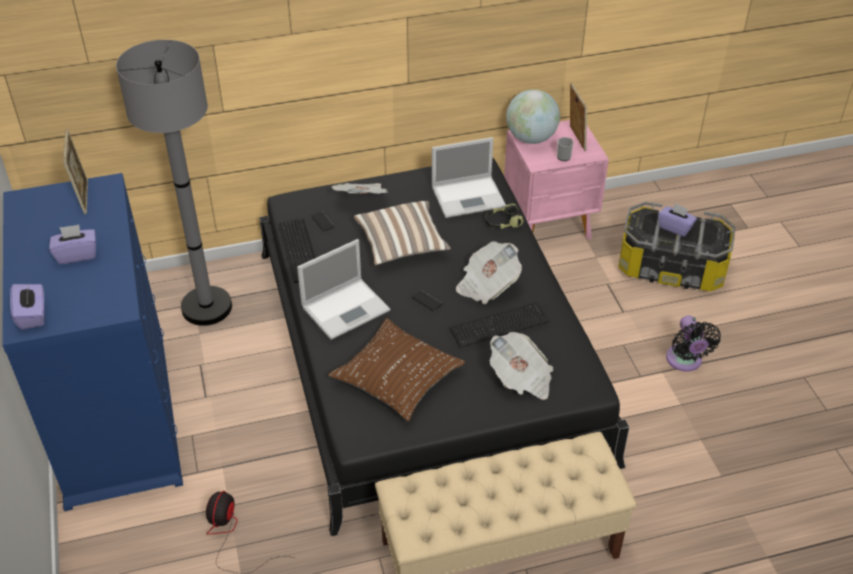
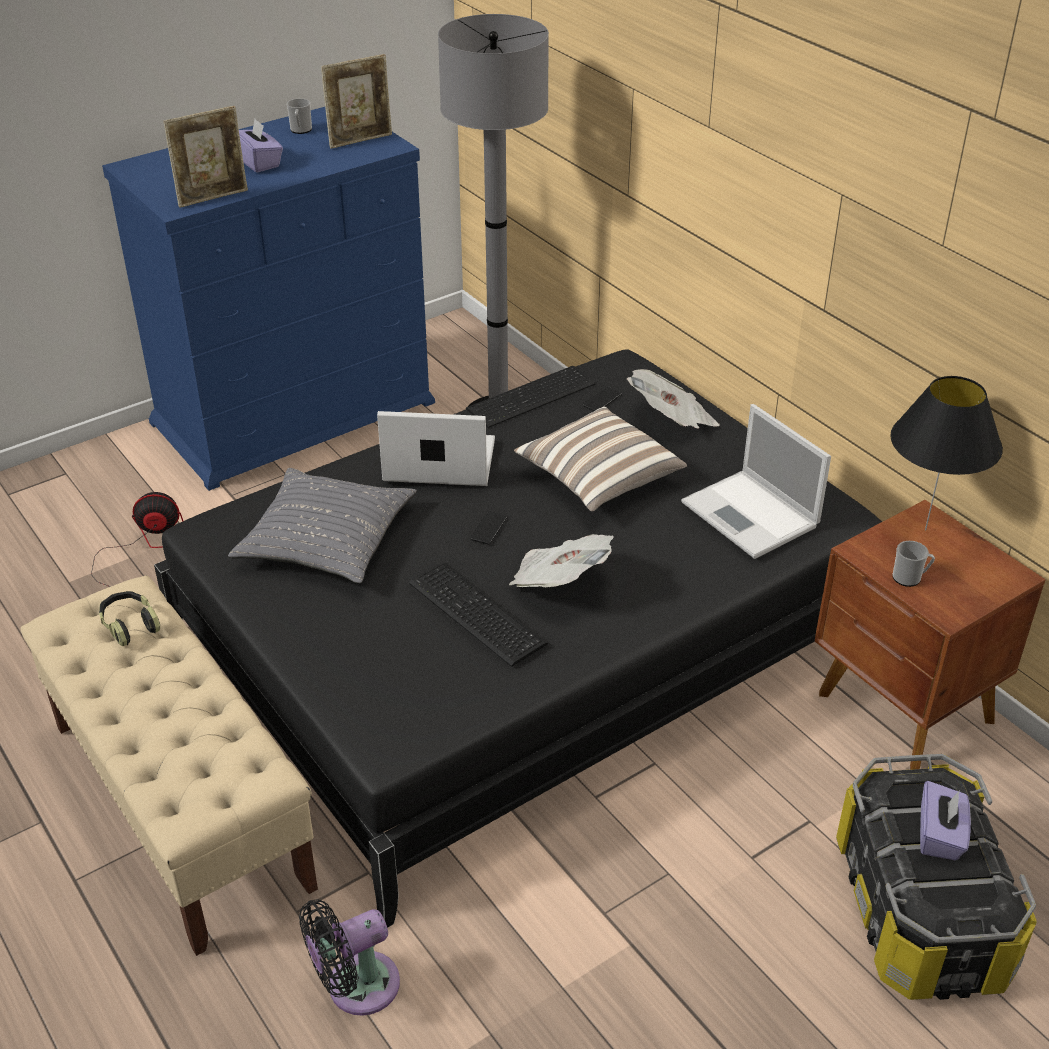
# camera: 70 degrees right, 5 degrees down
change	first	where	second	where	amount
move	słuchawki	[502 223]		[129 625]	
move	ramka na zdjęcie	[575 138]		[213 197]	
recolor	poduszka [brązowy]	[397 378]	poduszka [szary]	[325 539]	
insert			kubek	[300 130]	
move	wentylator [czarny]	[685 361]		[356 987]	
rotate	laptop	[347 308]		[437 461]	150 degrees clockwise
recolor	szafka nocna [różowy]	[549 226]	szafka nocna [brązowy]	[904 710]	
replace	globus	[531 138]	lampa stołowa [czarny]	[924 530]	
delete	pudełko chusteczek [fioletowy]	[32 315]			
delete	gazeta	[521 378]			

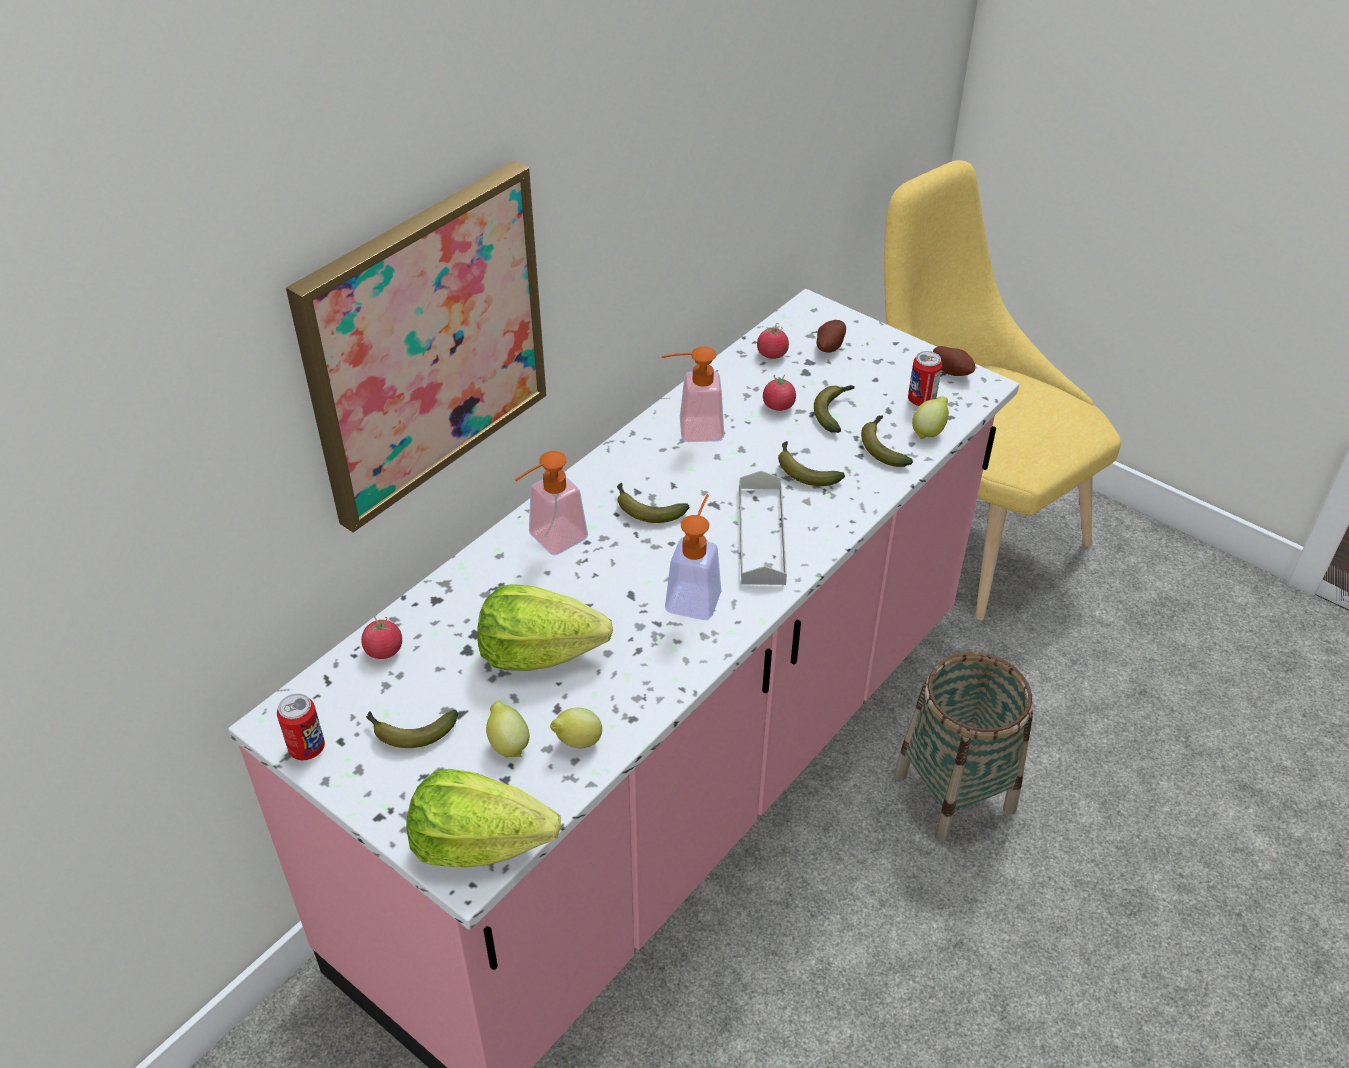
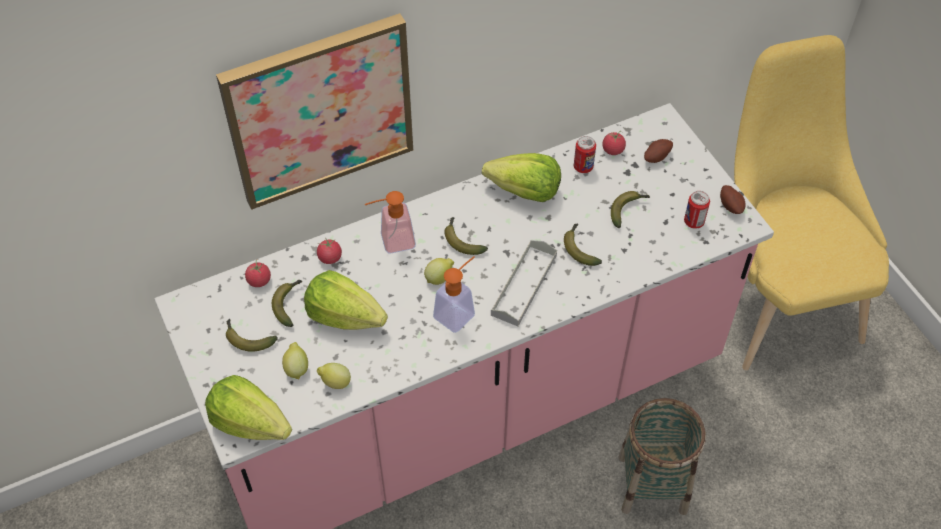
# camera: 25 degrees right, 10 degrees up
change	first	where	second	where	amount
move	banan	[882 447]		[289 304]	
move	pomidor	[778 406]		[330 258]	
move	cytryna	[929 431]		[439 278]	
replace	dozownik mydła	[692 430]	sałata	[524 192]	
move	puszka	[307 748]		[583 167]	

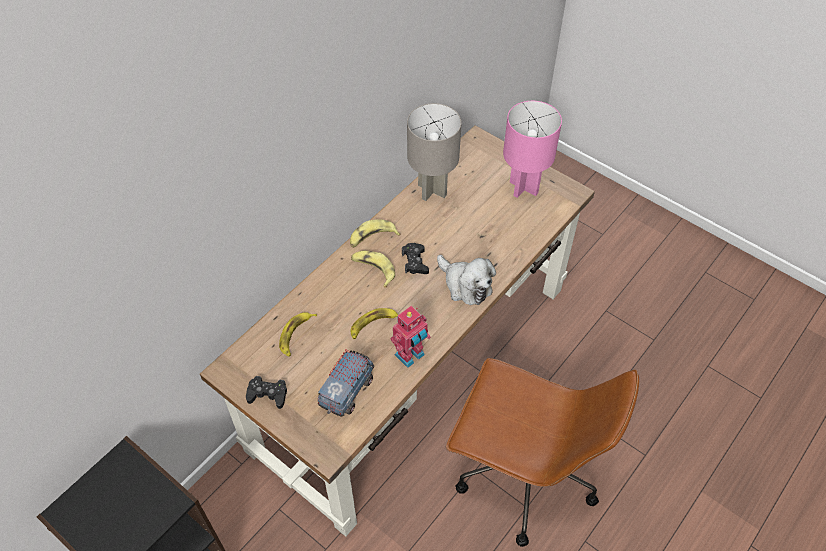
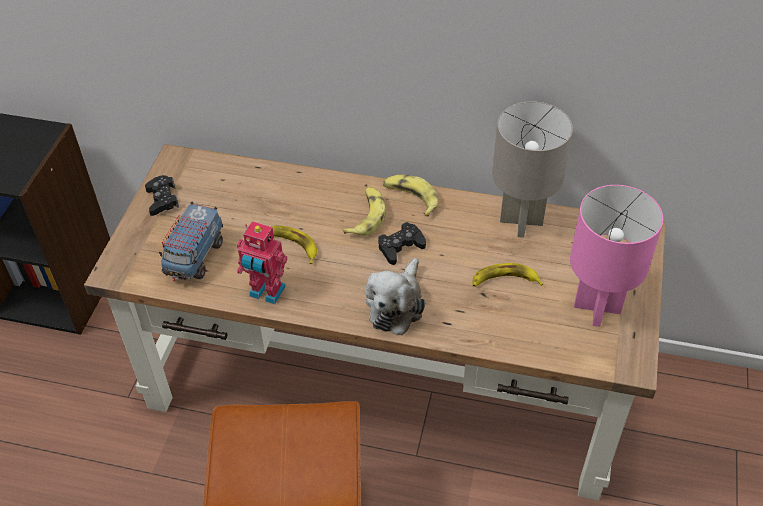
# camera: 65 degrees right, 5 degrees down
change	first	where	second	where	amount
rotate	ciężarówka zabawkowa	[347 391]		[195 257]	105 degrees clockwise
move	banan	[296 335]		[504 280]	

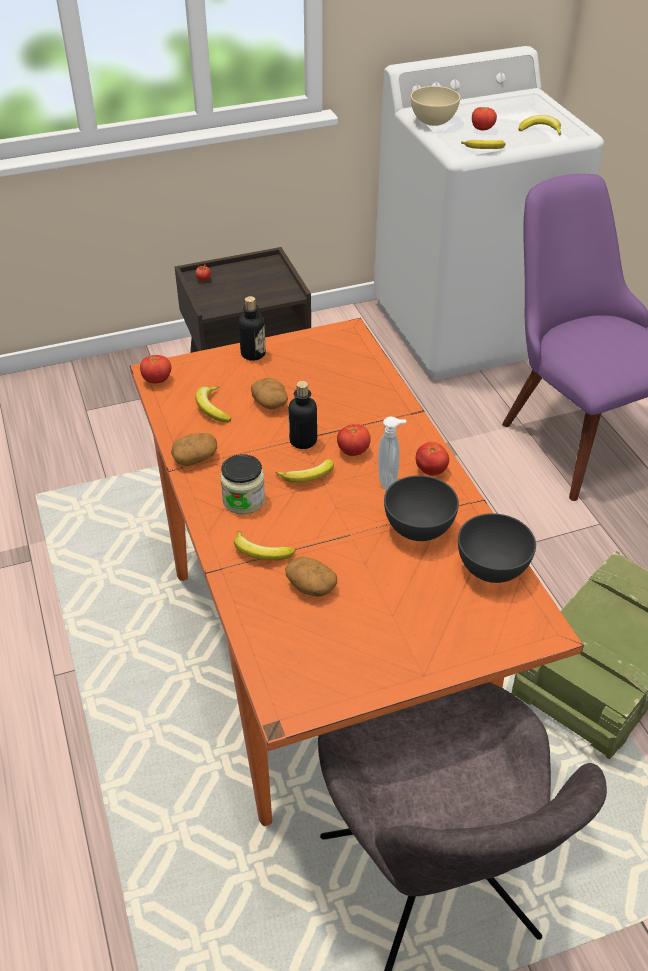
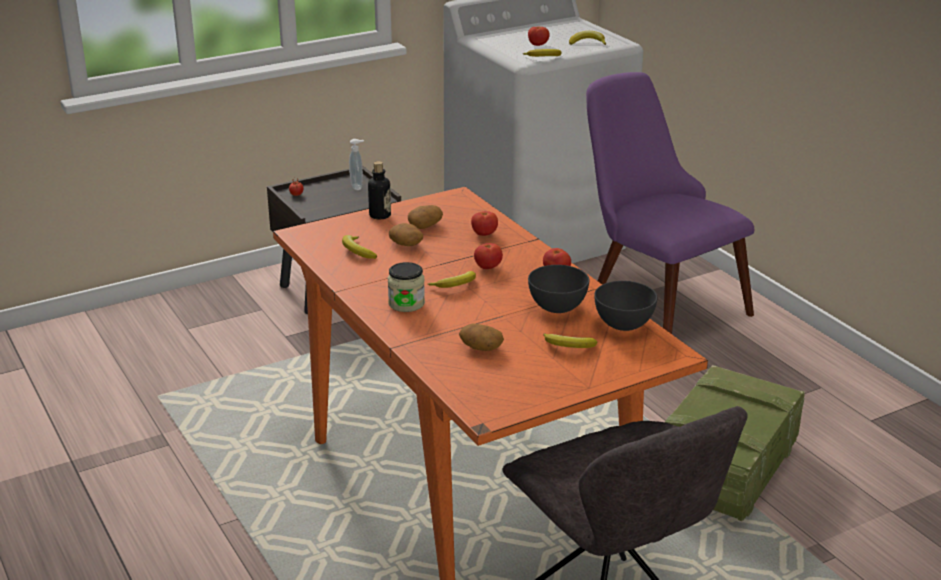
# camera: 10 degrees left, 15 degrees down
change	first	where	second	where	amount
move	dozownik mydła	[389 481]		[358 186]	
move	ziemniak	[195 458]		[425 225]	
move	pomidor	[157 380]		[484 234]	
move	banan	[261 553]		[568 346]	
delete	butelka	[303 441]			
delete	miska [beżowy]	[433 122]			

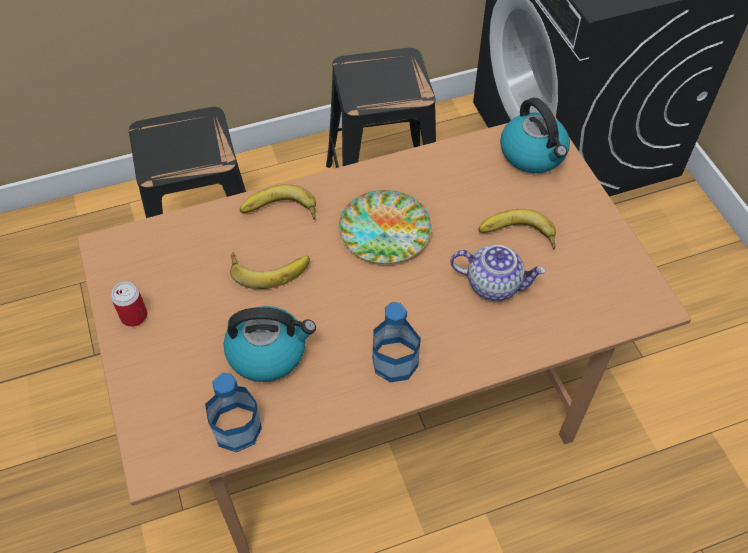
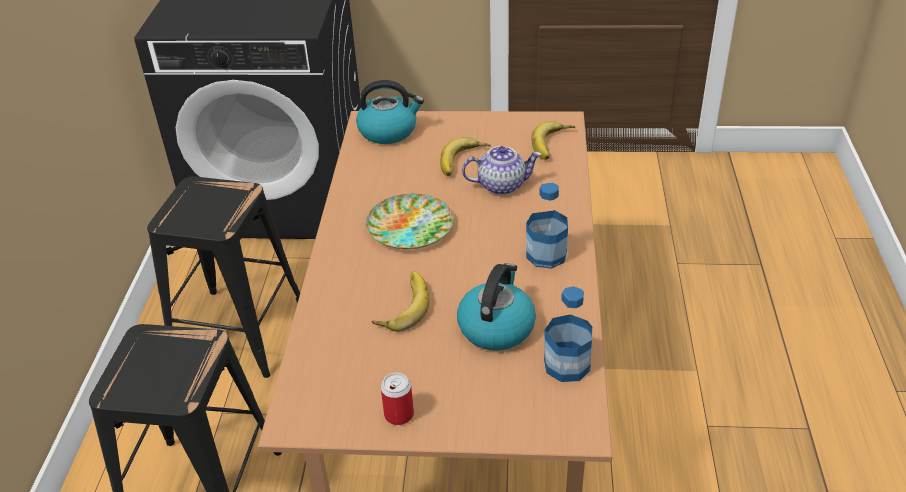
# camera: 65 degrees left, 15 degrees down
change	first	where	second	where	amount
rotate	imbryk	[494 284]		[502 185]	45 degrees clockwise
move	banan	[279 212]		[554 145]	

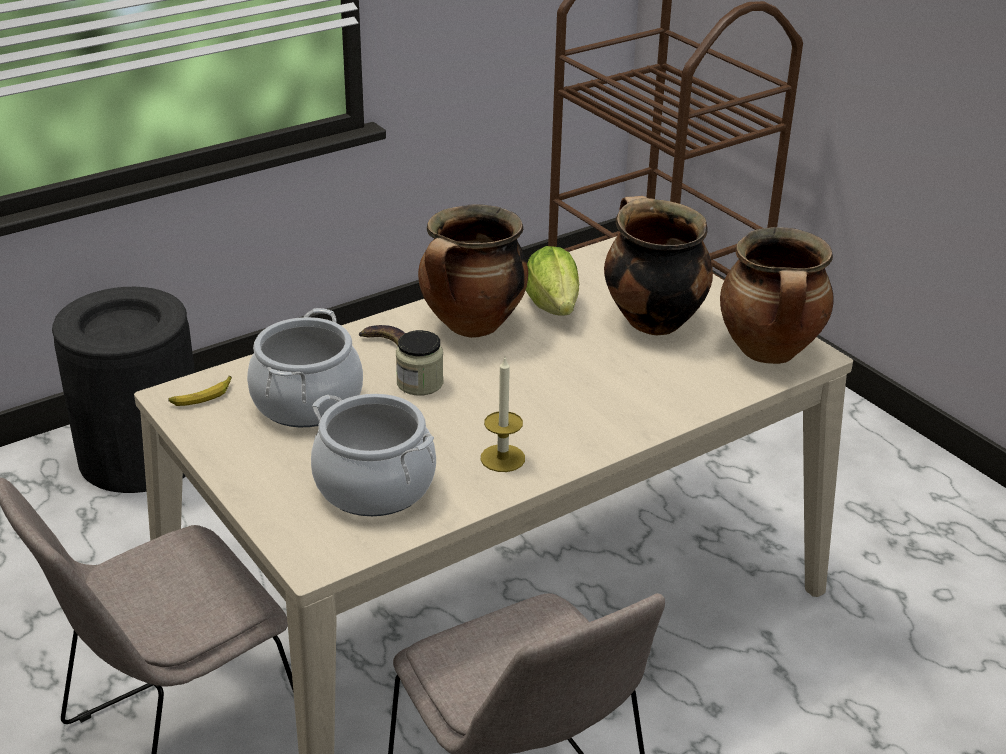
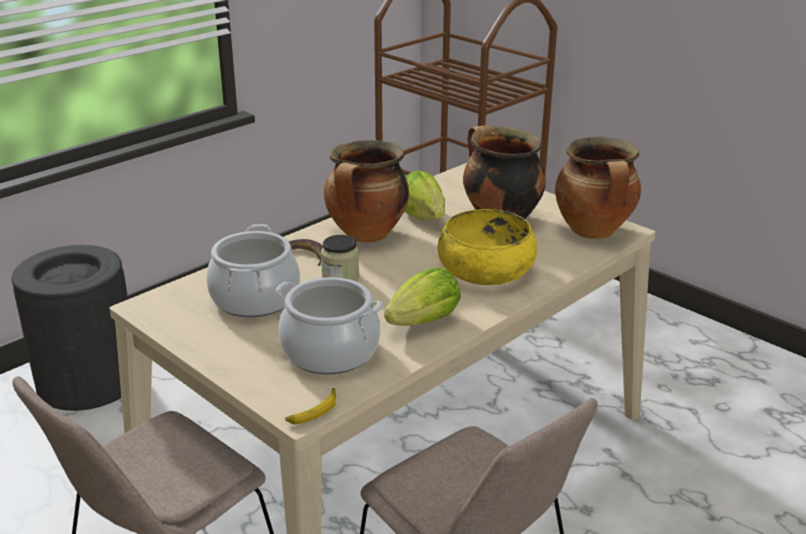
# camera: 10 degrees left, 5 degrees down
change	first	where	second	where	amount
move	banan	[202 396]		[313 411]	
replace	świeca	[502 458]	sałata	[424 322]	
insert			miska [żółty]	[486 270]	

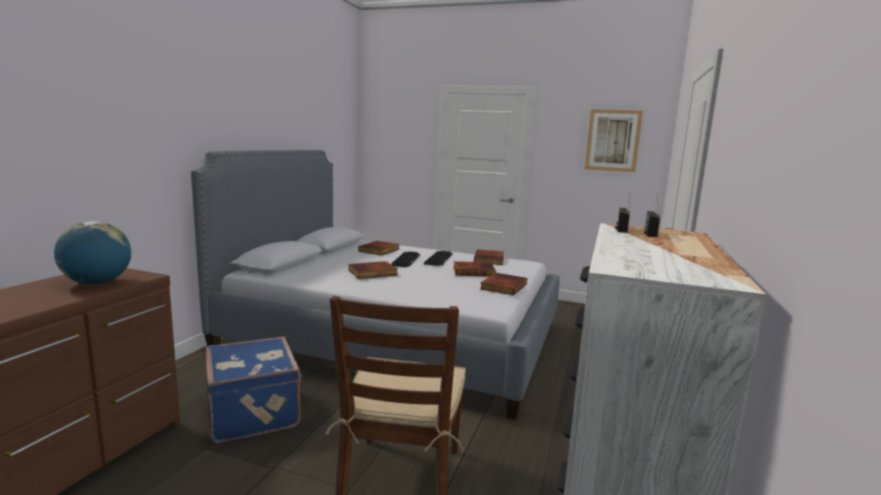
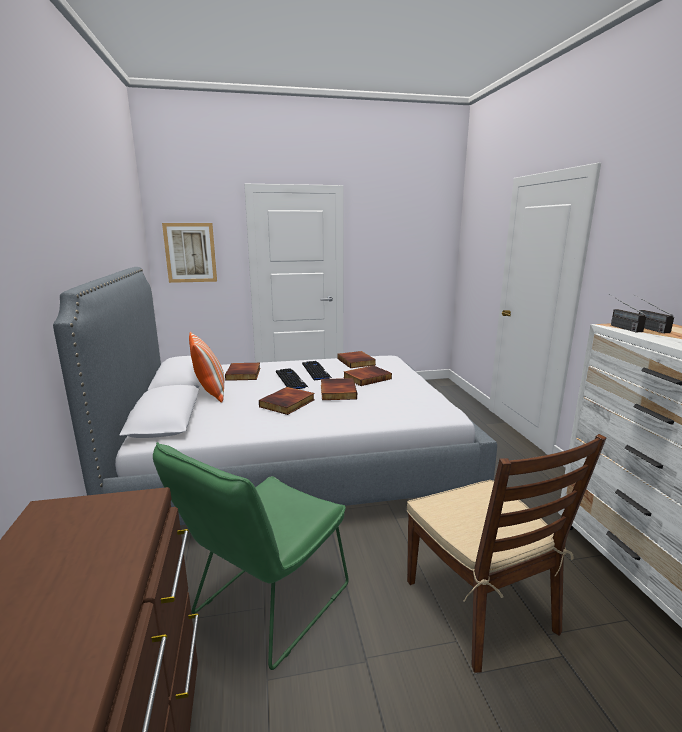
# camera: 30 degrees left, 5 degrees up
change	first	where	second	where	amount
replace	walizka [niebieski]	[255 412]	krzesło [zielony]	[265 606]	
move	obraz	[612 140]		[190 253]	
insert			poduszka	[210 393]	
move	książka	[503 286]		[337 391]	
delete	globus	[97 283]			

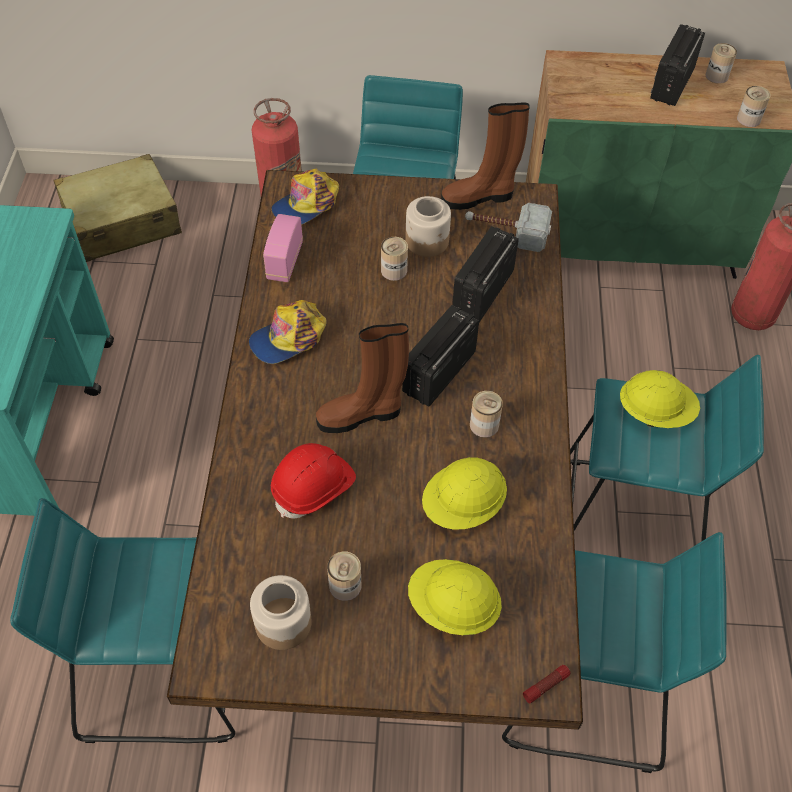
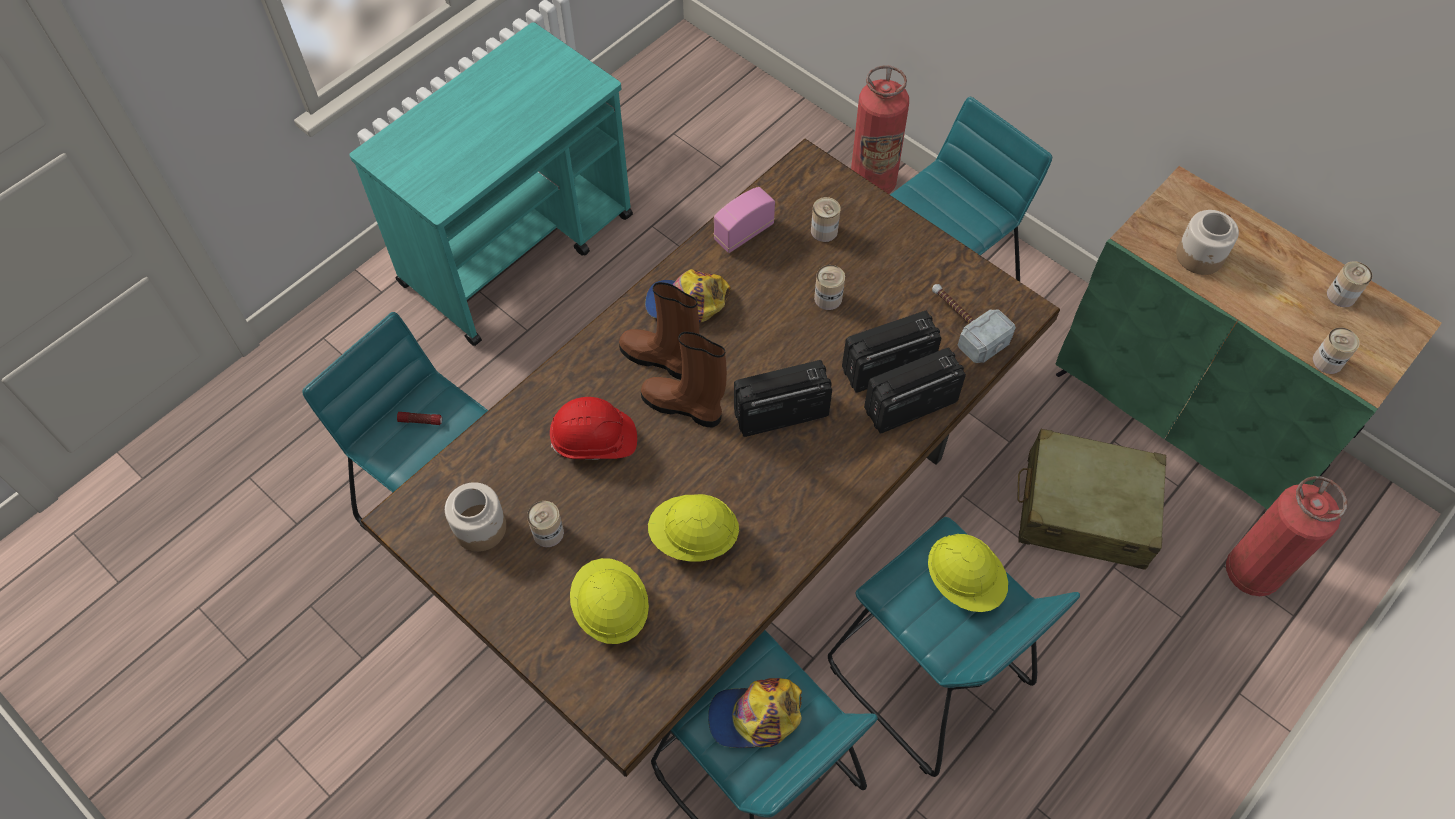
# camera: 40 degrees right, 5 degrees up
change	first	where	second	where	amount
move	latarka	[546 685]		[420 421]	
move	but z cholewką [brązowy]	[479 197]		[661 359]	
move	czapka z daszkiem	[306 204]		[755 716]	
move	puszka	[484 425]		[824 231]	
move	radio	[672 84]		[909 406]	
move	walizka [beżowy]	[121 222]		[1084 510]	
move	słoik	[427 241]		[1200 256]	

